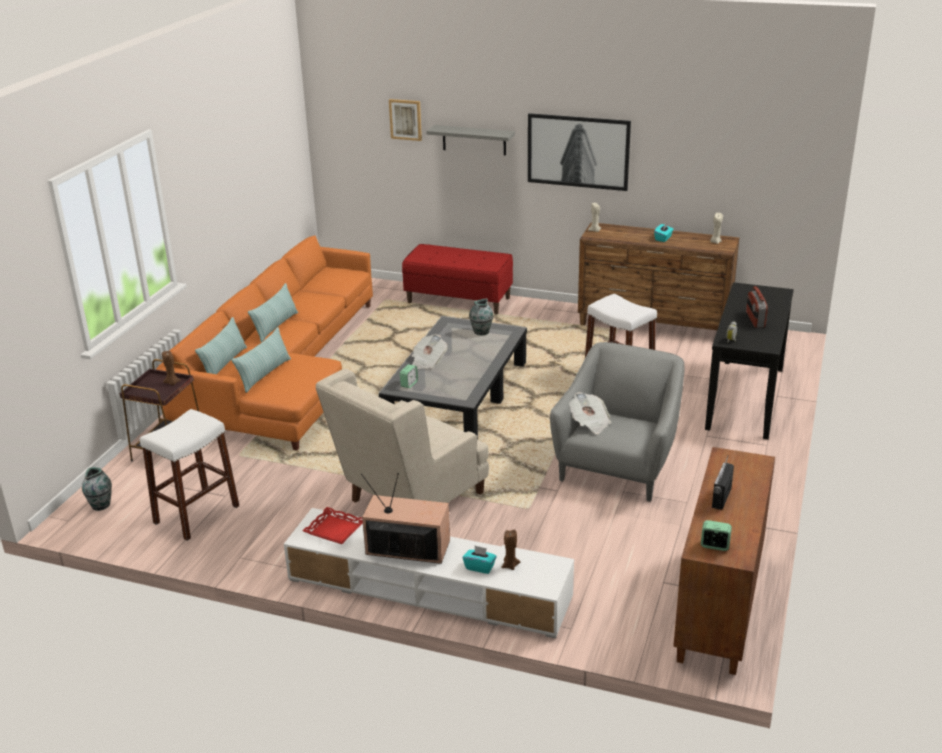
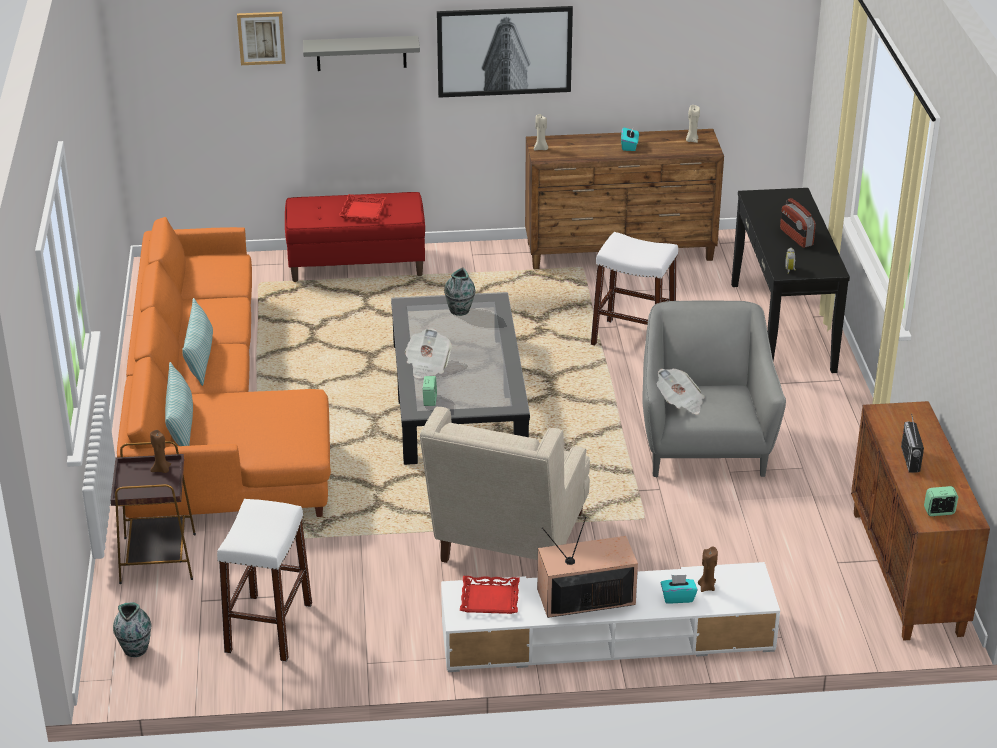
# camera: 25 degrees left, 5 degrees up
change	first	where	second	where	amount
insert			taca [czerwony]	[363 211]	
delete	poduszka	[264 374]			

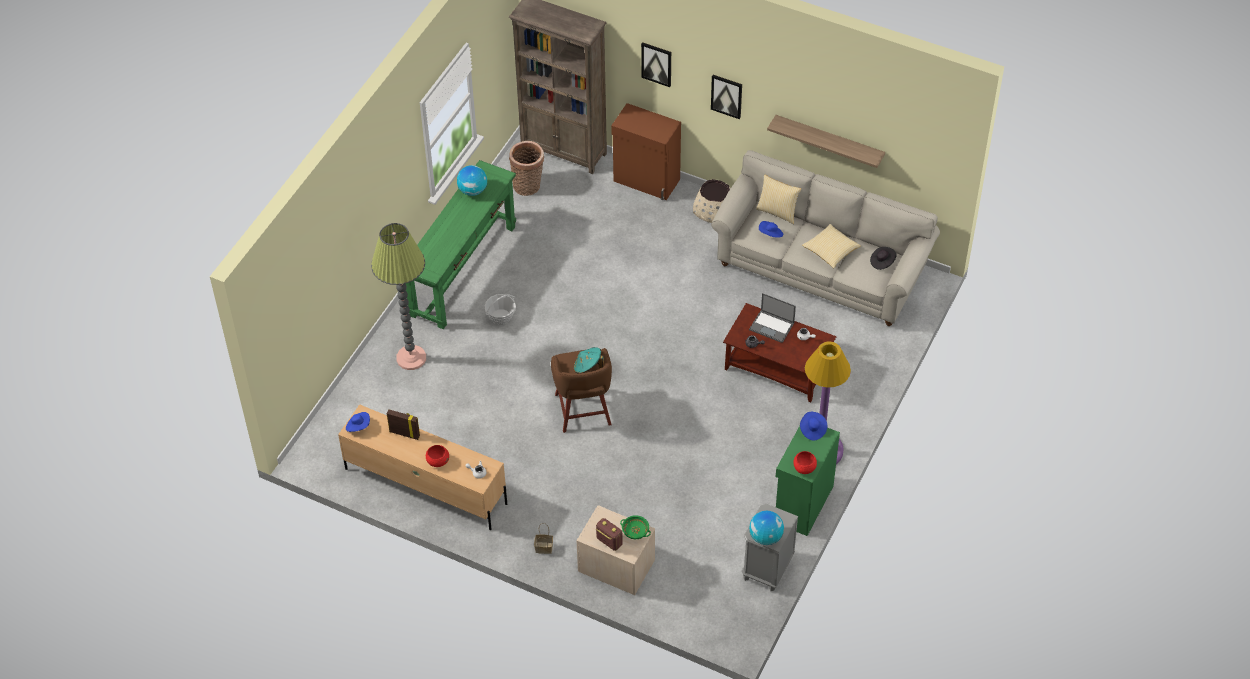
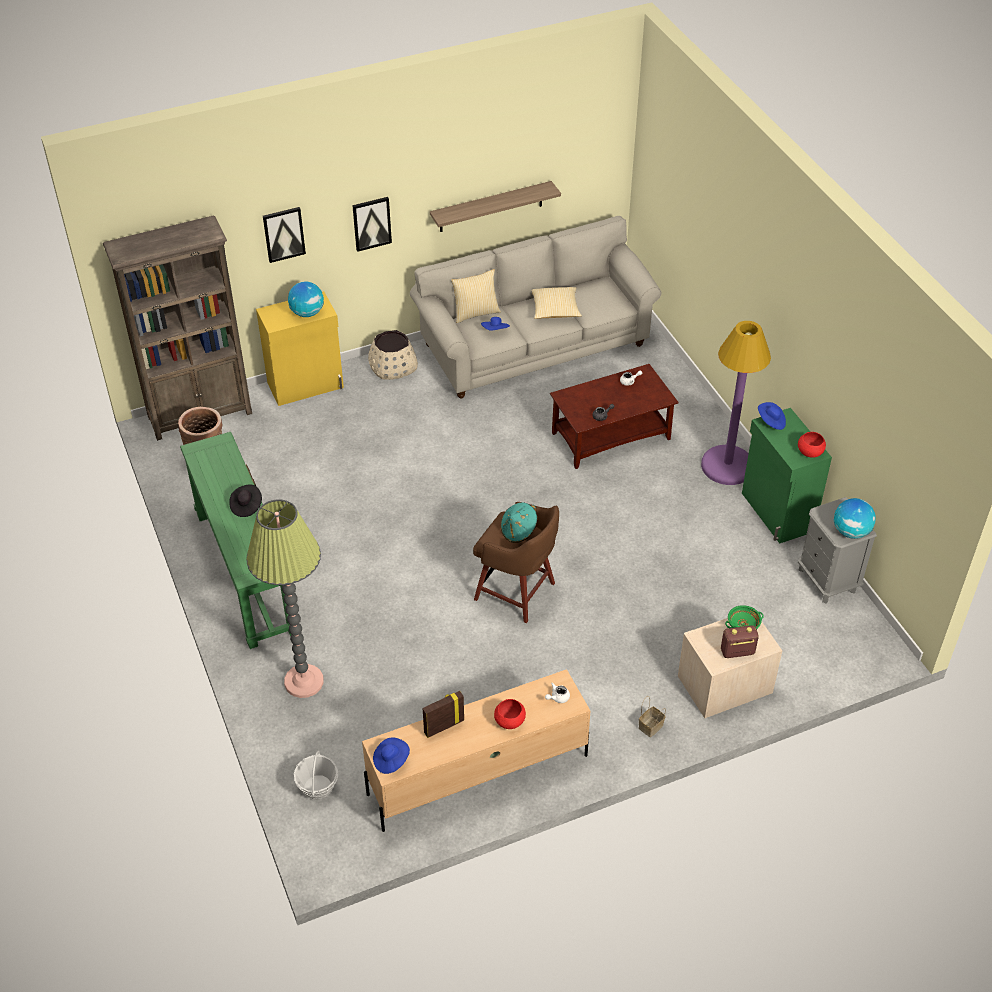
# camera: 50 degrees left, 5 degrees down
change	first	where	second	where	amount
move	kapelusz [czarny]	[882 262]		[246 506]	
recolor	szafka [brązowy]	[646 181]	szafka [żółty]	[306 386]	
move	globus	[473 190]		[307 313]	
move	koszyk	[501 317]		[318 787]	
delete	laptop	[772 326]			

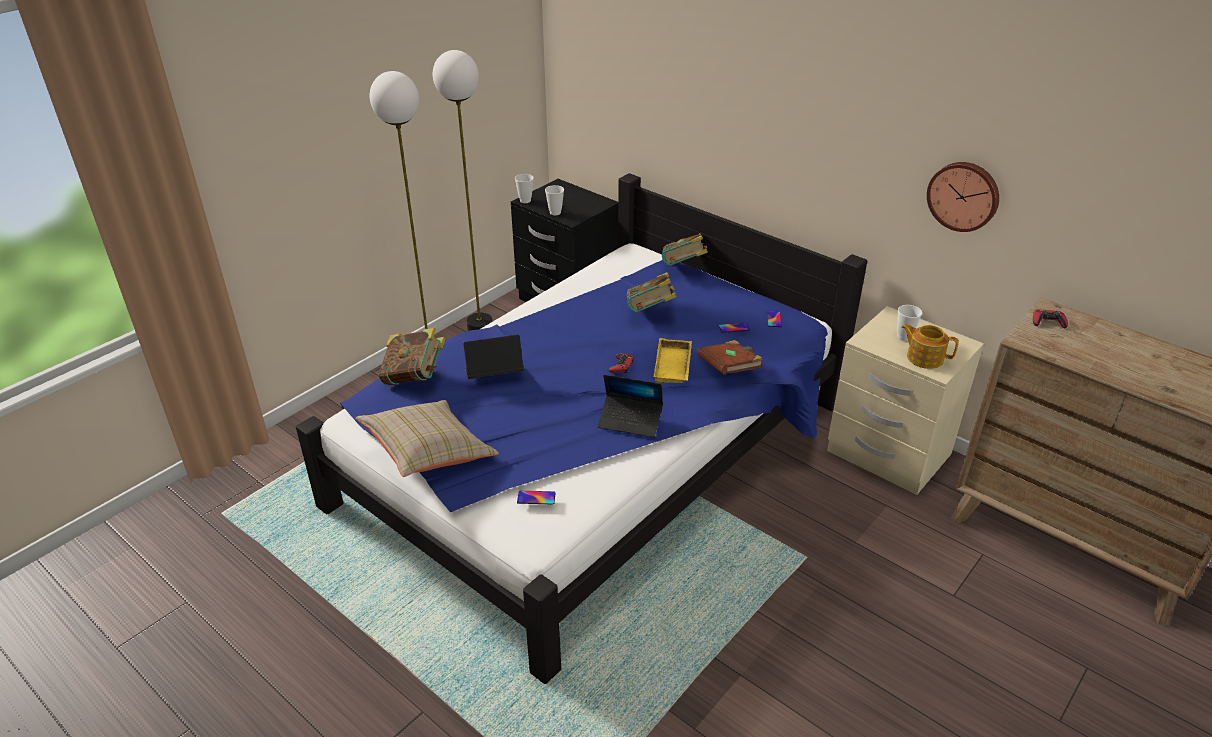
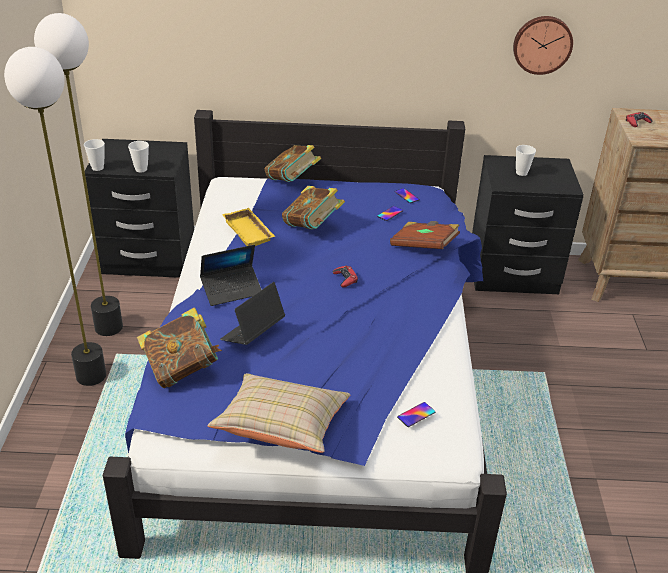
# camera: 40 degrees left, 0 degrees up
change	first	where	second	where	amount
move	laptop	[630 421]		[232 290]	
move	taca [żółty]	[674 366]		[250 232]	
recolor	szafka nocna [beżowy]	[887 454]	szafka nocna [czarny]	[512 274]	
delete	imbryk	[924 357]			

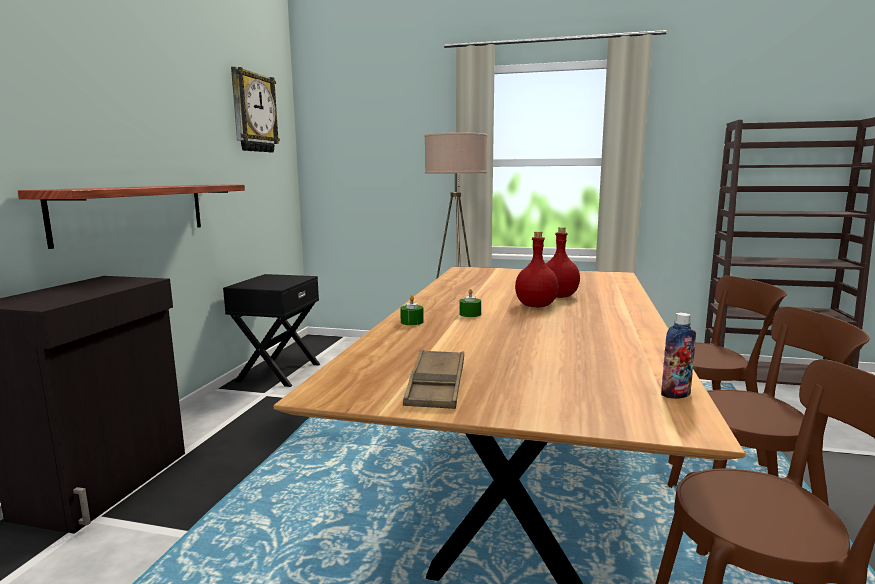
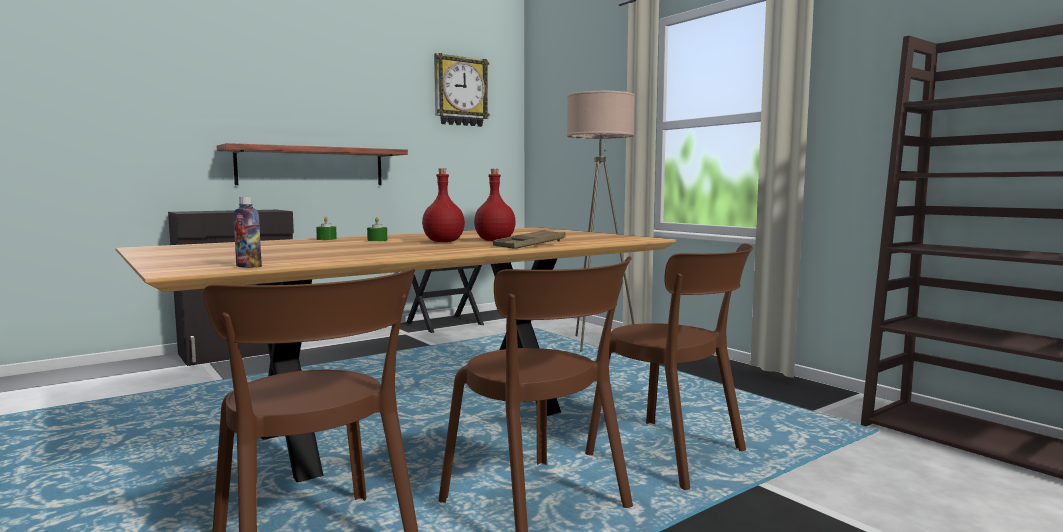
# camera: 40 degrees right, 5 degrees down
change	first	where	second	where	amount
move	taca [brązowy]	[436 386]		[530 245]	

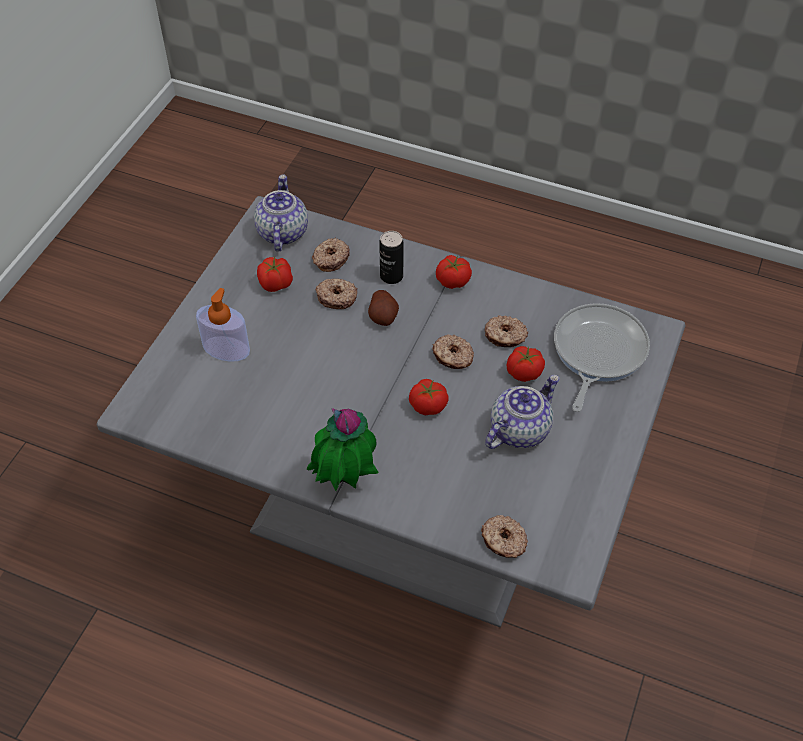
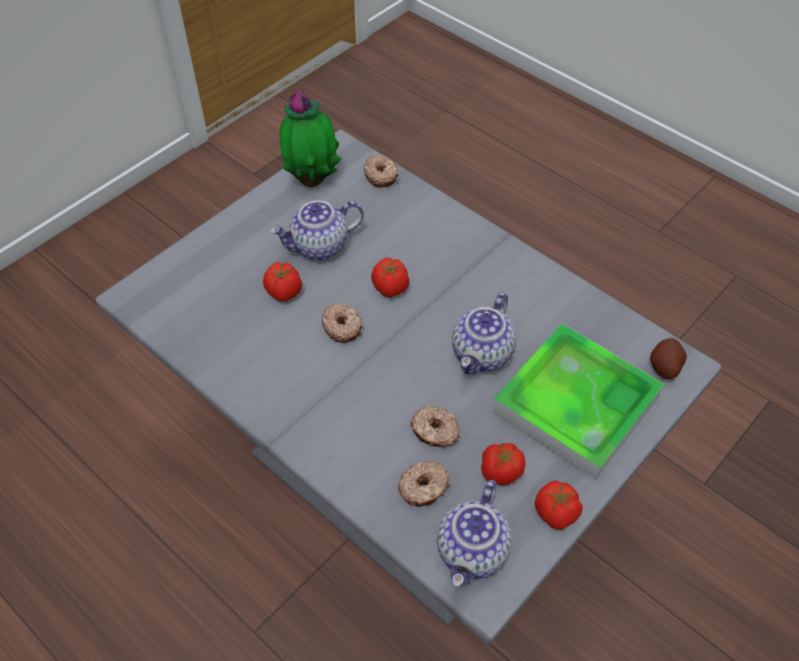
# camera: 160 degrees left, 0 degrees up
change	first	where	second	where	amount
move	roślina doniczkowa	[345 482]		[312 179]	
insert			imbryk	[483 355]	
replace	dozownik mydła	[226 349]	taca	[576 404]	
move	pomidor	[453 281]		[556 514]	
move	ziemniak	[383 316]		[665 366]	
delete	puszka	[391 276]			
delete	donut	[505 336]			
delete	patelnia	[597 352]			

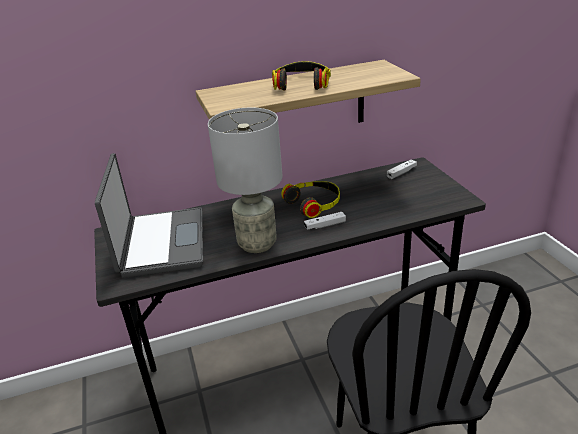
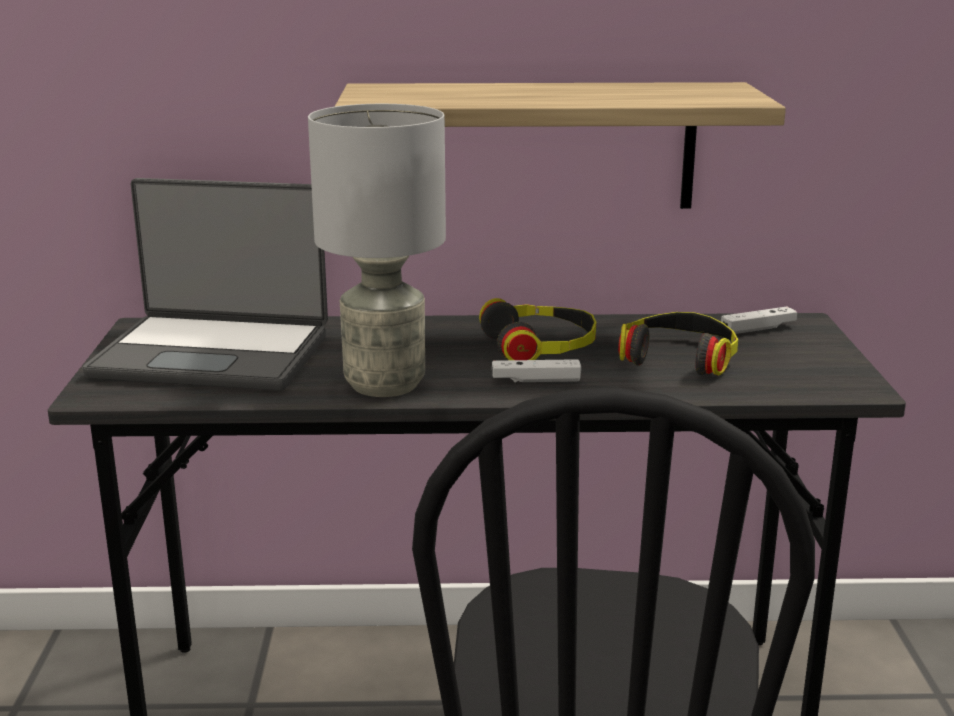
# camera: 15 degrees right, 10 degrees down
change	first	where	second	where	amount
rotate	laptop	[160 243]		[214 354]	90 degrees clockwise
move	słuchawki	[301 83]		[679 356]	

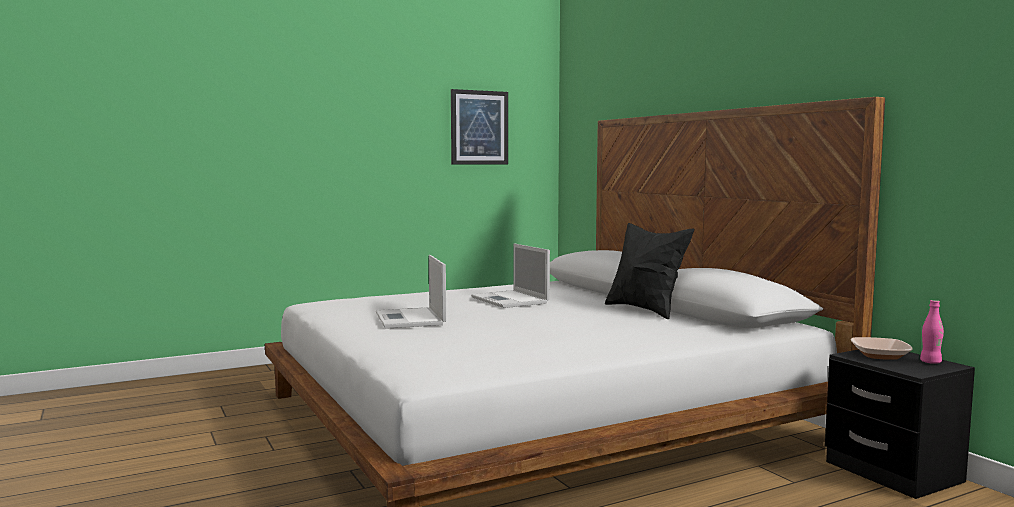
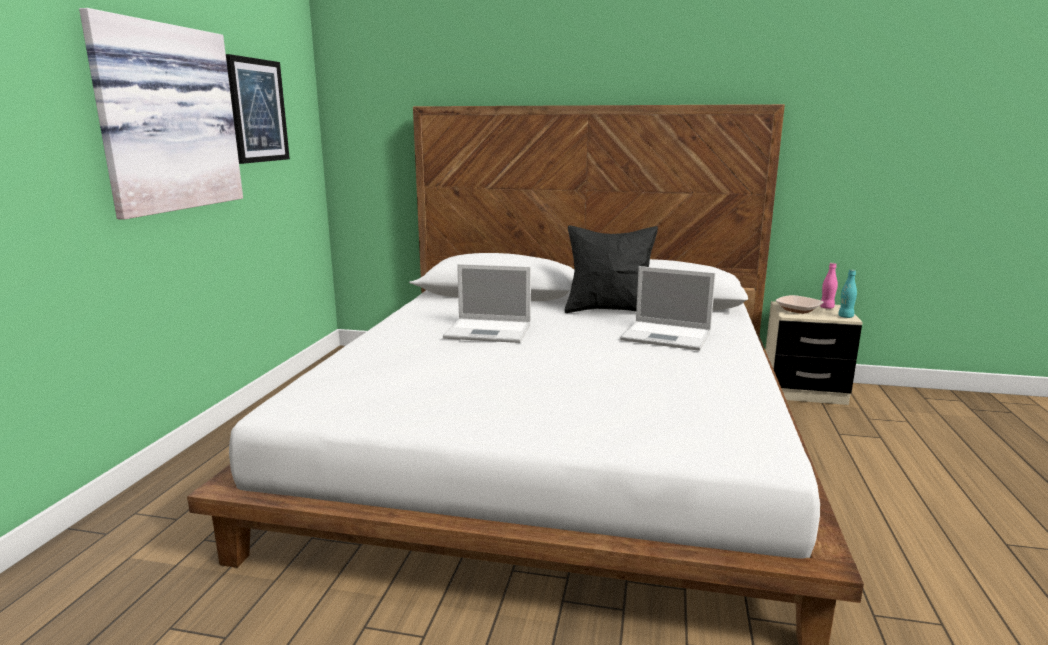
# camera: 50 degrees left, 10 degrees up
change	first	where	second	where	amount
insert			obraz	[165 119]	
move	laptop	[410 319]		[668 336]	
recolor	szafka nocna [czarny]	[893 472]	szafka nocna [beżowy]	[803 391]	
insert			butelka [turkusowy]	[845 316]	

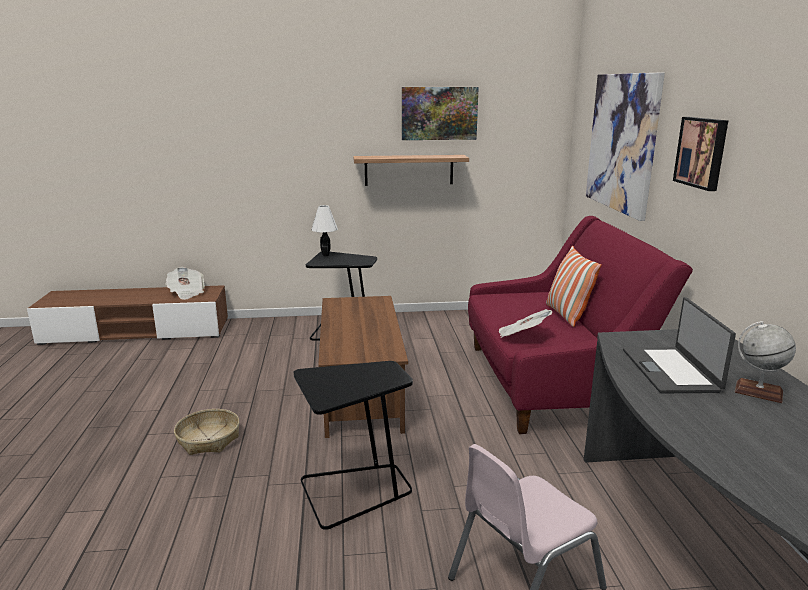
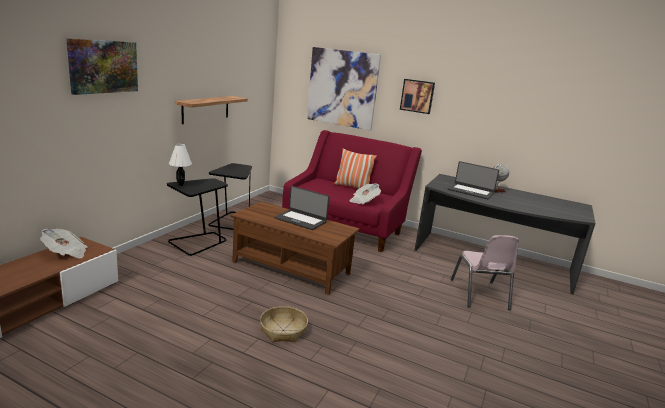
# camera: 60 degrees left, 0 degrees up
change	first	where	second	where	amount
move	obraz	[439 113]		[103 66]	
move	stolik [czarny]	[355 491]		[232 221]	
insert			laptop	[301 220]	

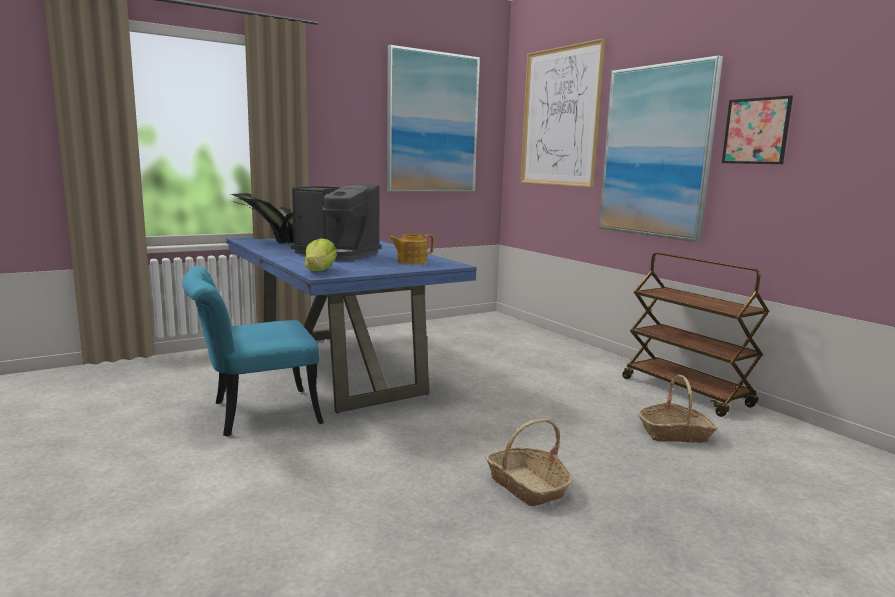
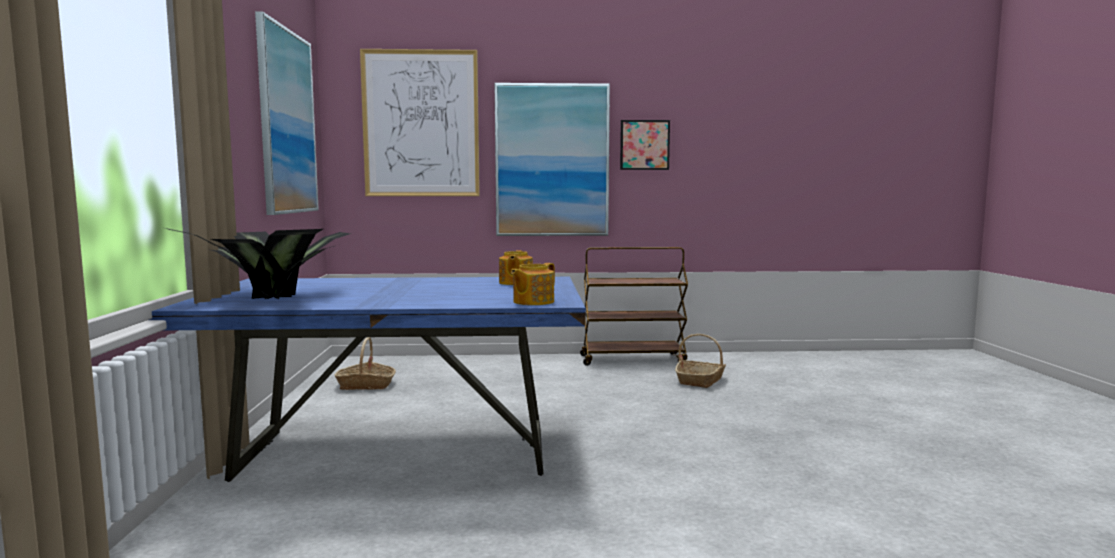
# camera: 60 degrees left, 5 degrees down
change	first	where	second	where	amount
move	koszyk	[527 486]		[366 385]	
replace	sałata	[320 270]	imbryk	[532 302]	
delete	krzesło [turkusowy]	[253 414]			
delete	ekspres do kawy	[337 254]			

